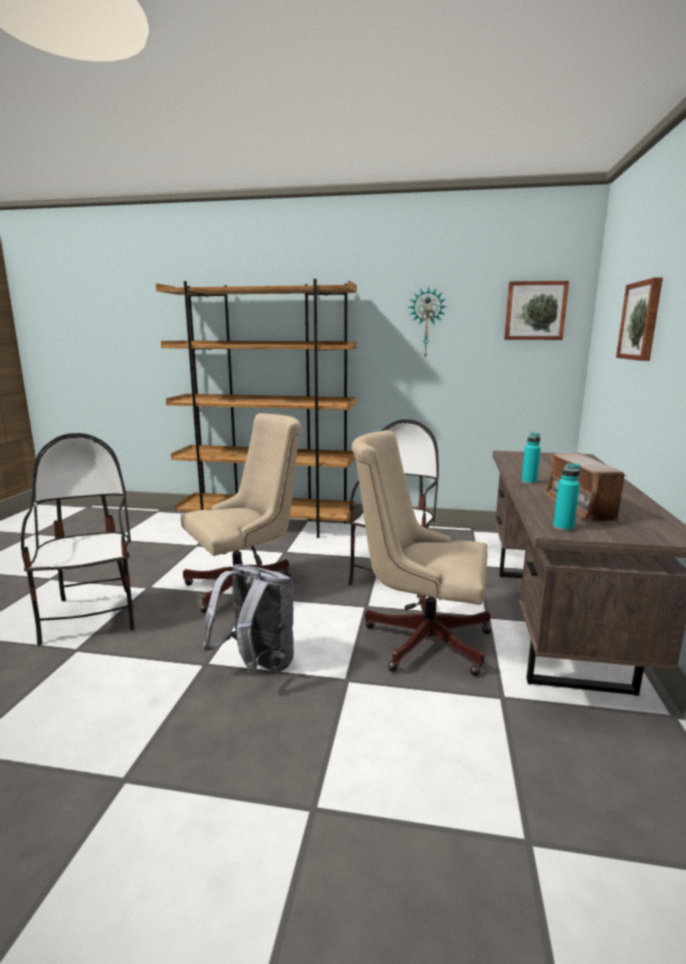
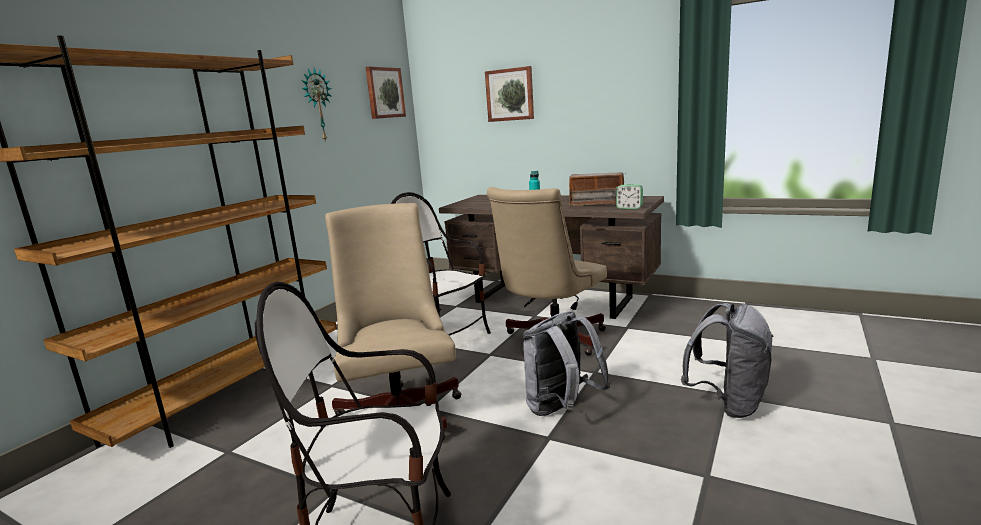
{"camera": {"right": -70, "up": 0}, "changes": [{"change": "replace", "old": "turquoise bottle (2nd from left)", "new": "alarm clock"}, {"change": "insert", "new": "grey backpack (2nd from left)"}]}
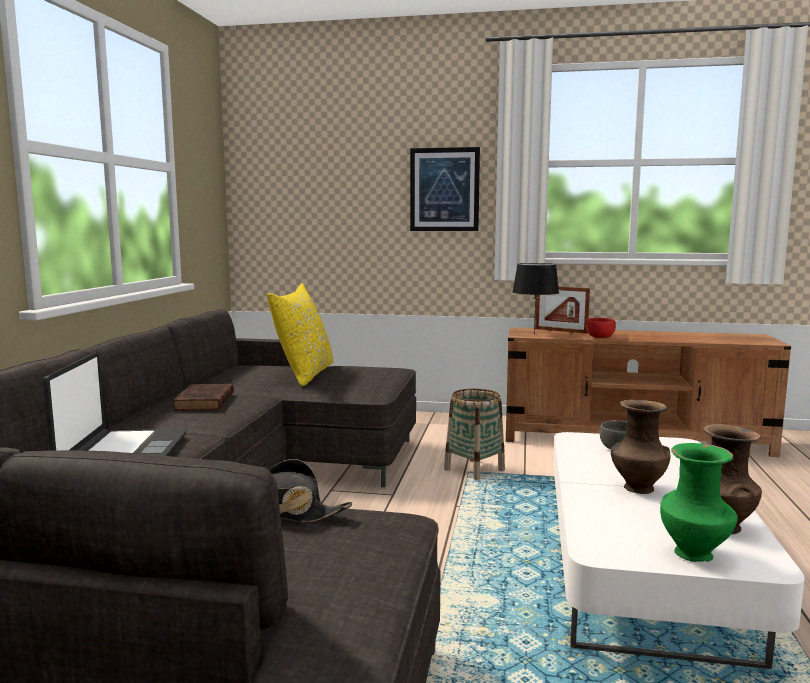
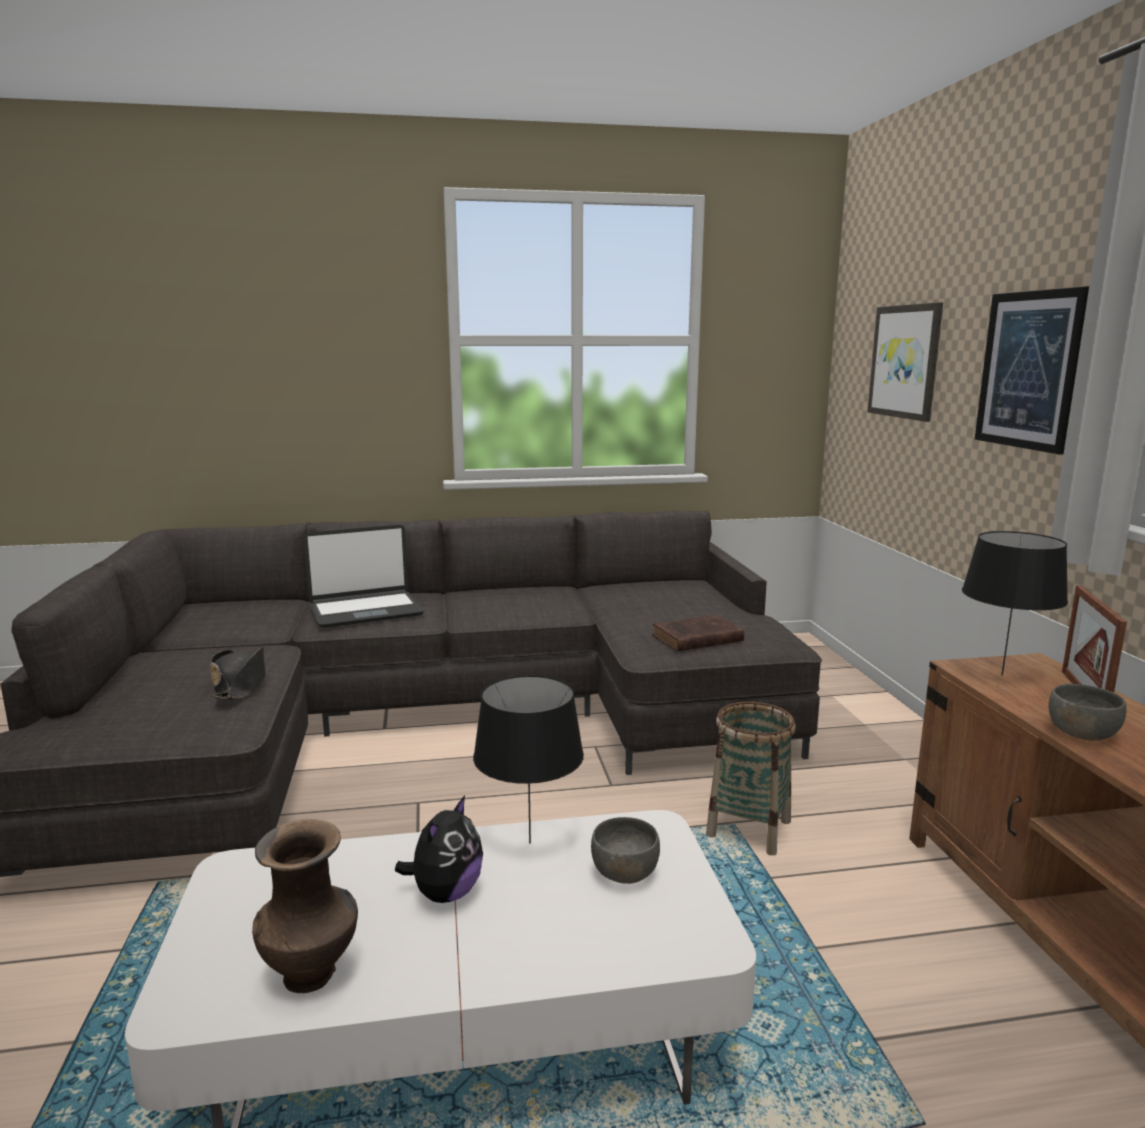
{"camera": {"right": 70, "up": 5}, "changes": [{"change": "move", "old": "brown book"}, {"change": "delete", "old": "yellow pillow"}, {"change": "recolor", "old": "red bowl", "new": "grey bowl (2nd from left)"}, {"change": "replace", "old": "brown vase (1st from left)", "new": "plush toy"}, {"change": "delete", "old": "green vase"}, {"change": "insert", "new": "black table lamp (1st from left)"}, {"change": "insert", "new": "picture (1st from left)"}]}
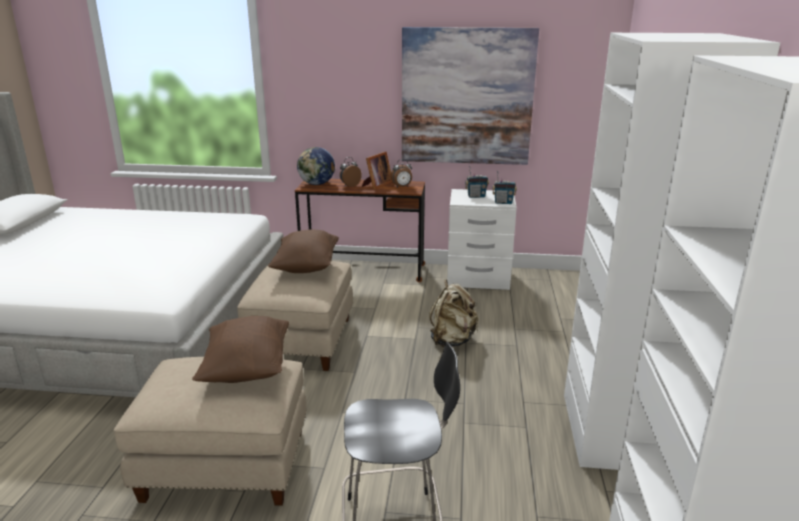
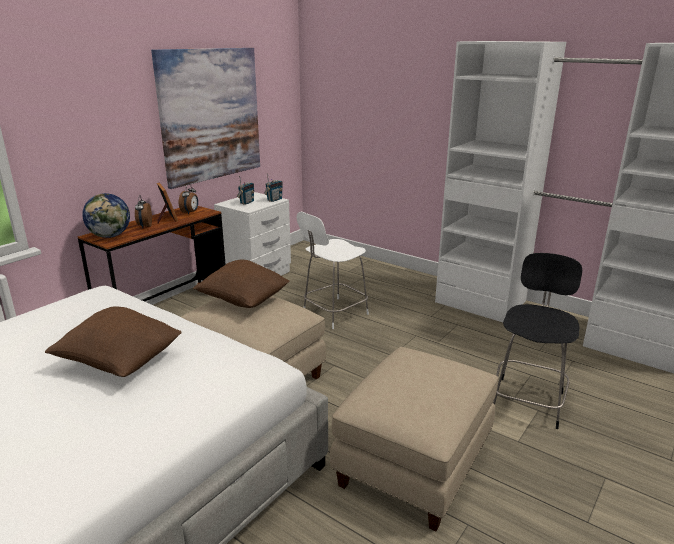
{"camera": {"right": -60, "up": 0}, "changes": [{"change": "move", "old": "brown pillow (1st from left)"}, {"change": "replace", "old": "beige backpack", "new": "white chair"}]}
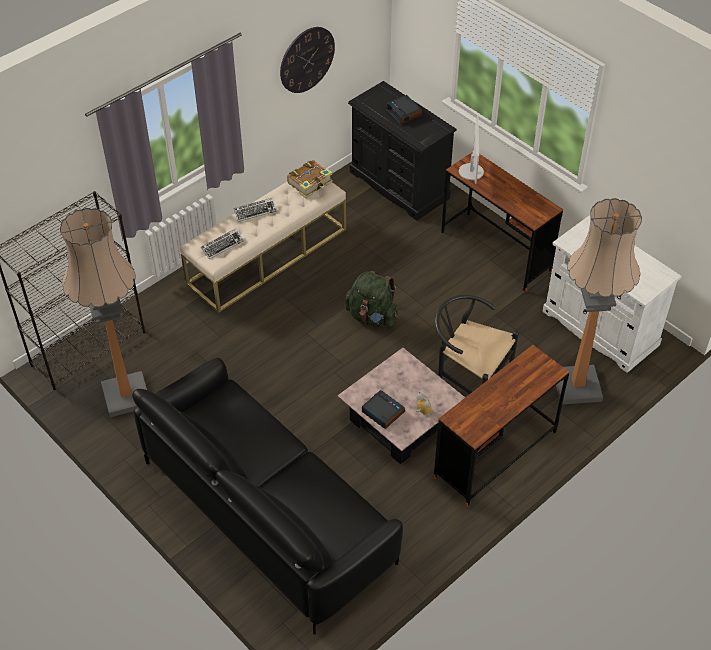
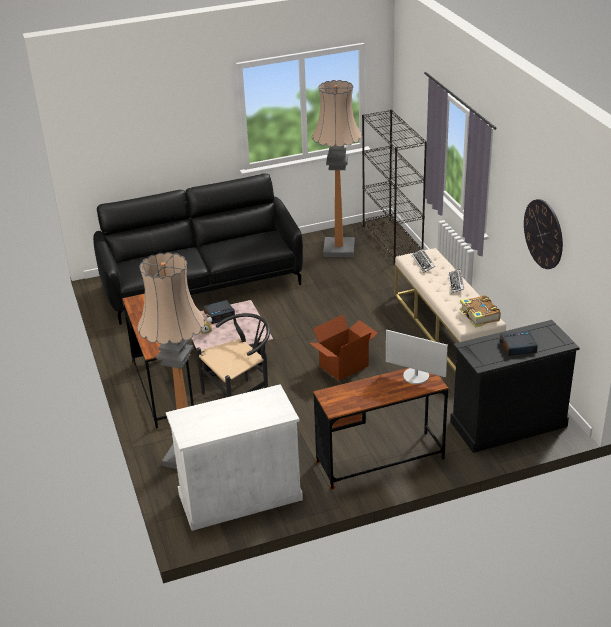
{"camera": {"right": 115, "up": -15}, "changes": [{"change": "replace", "old": "green backpack", "new": "cardboard box"}]}
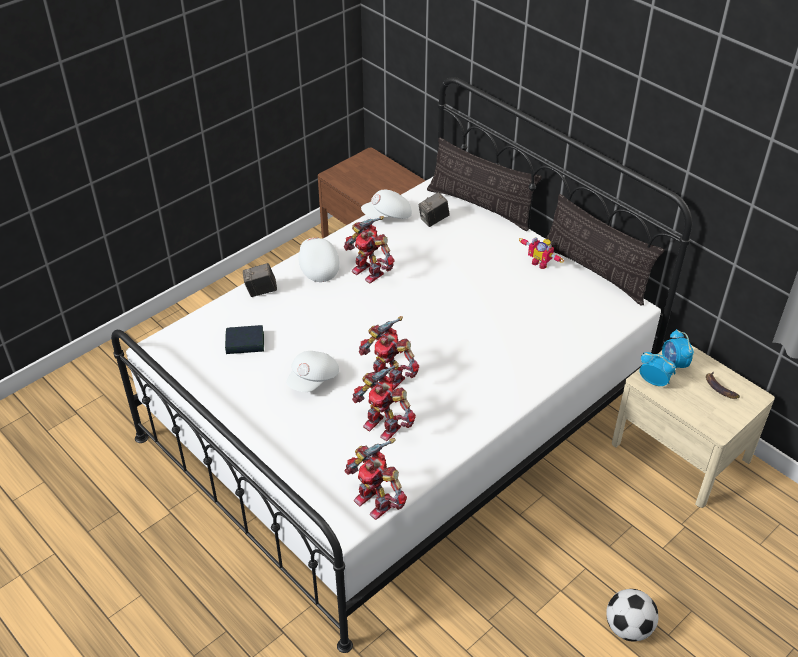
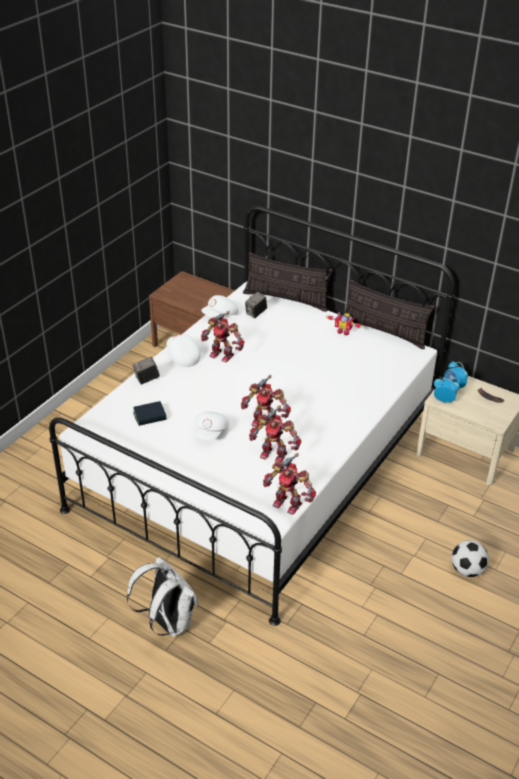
{"camera": {"right": -15, "up": -5}, "changes": [{"change": "insert", "new": "white backpack"}]}
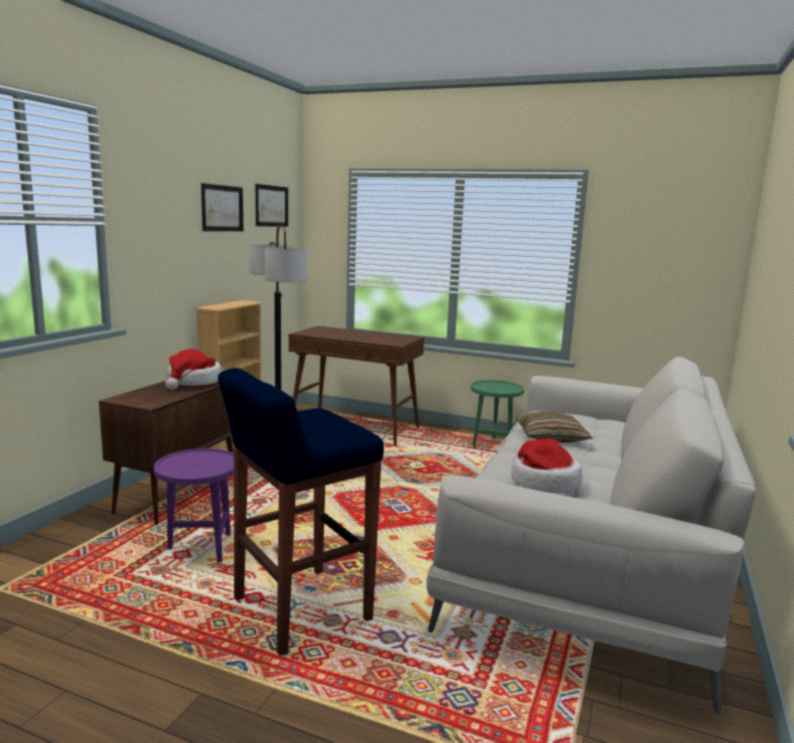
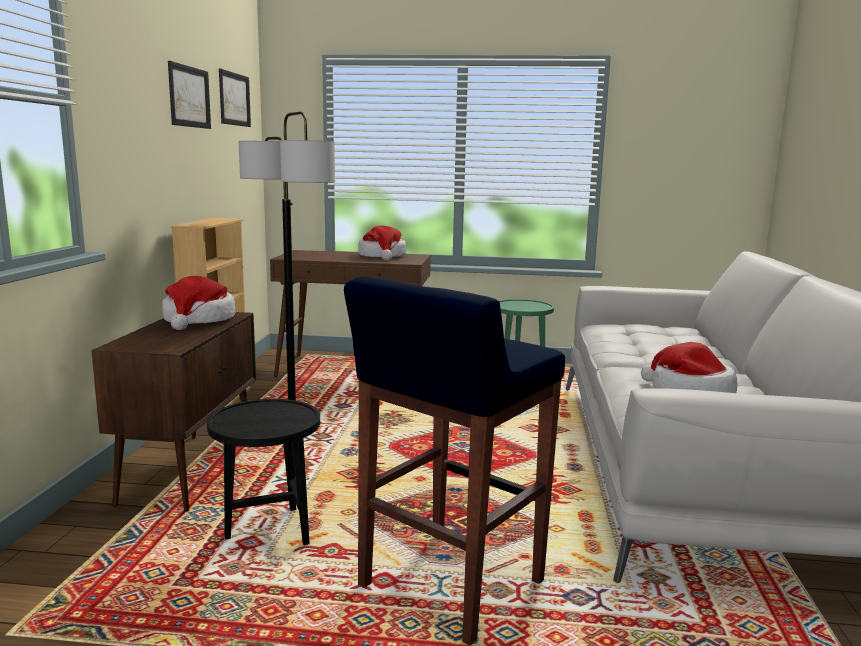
{"camera": {"right": -15, "up": 0}, "changes": [{"change": "recolor", "old": "purple side table", "new": "black side table"}, {"change": "delete", "old": "pillow"}, {"change": "insert", "new": "hat (2nd from left)"}]}
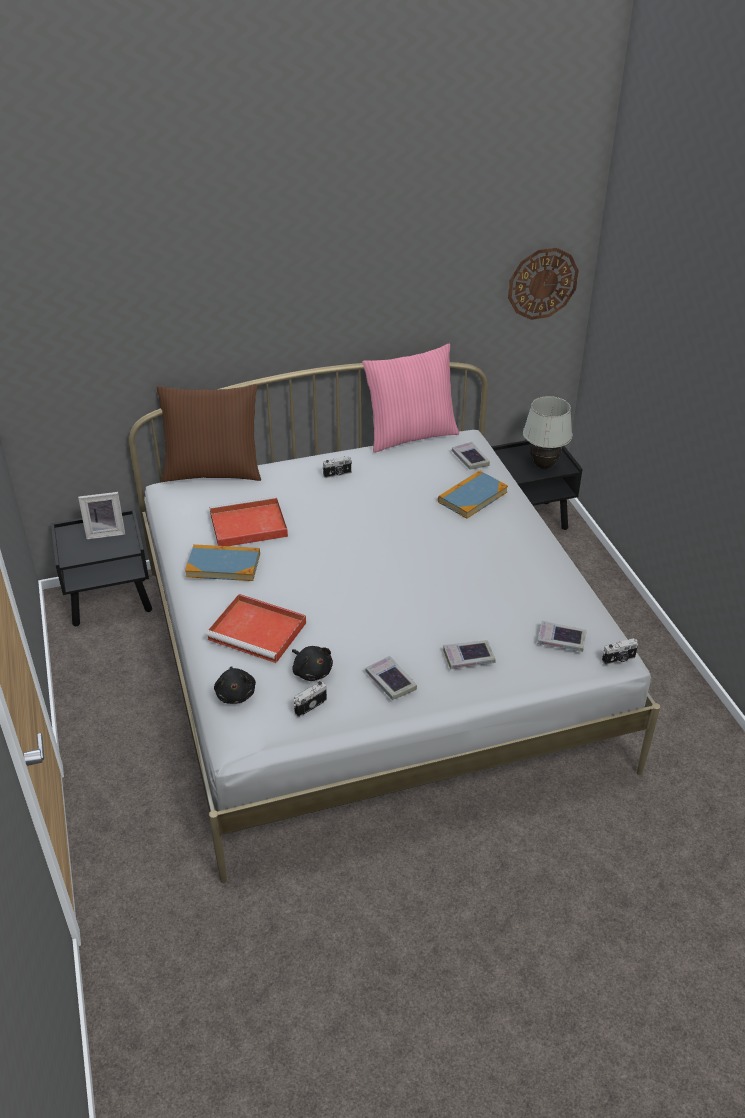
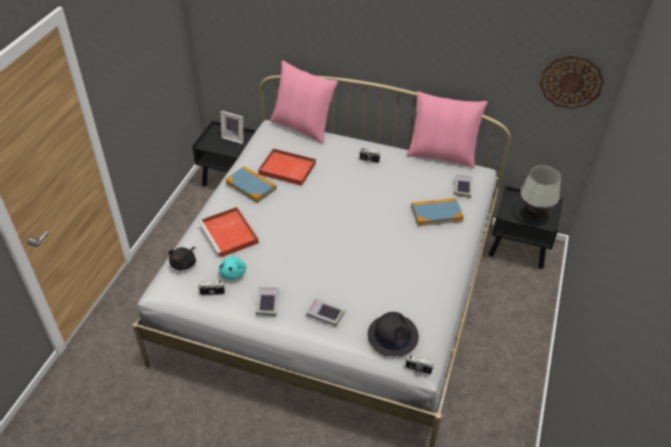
{"camera": {"right": 35, "up": 5}, "changes": [{"change": "recolor", "old": "brown pillow", "new": "pink pillow (1st from left)"}, {"change": "recolor", "old": "black plush toy (2nd from left)", "new": "turquoise plush toy"}, {"change": "replace", "old": "book (6th from left)", "new": "black hat"}]}
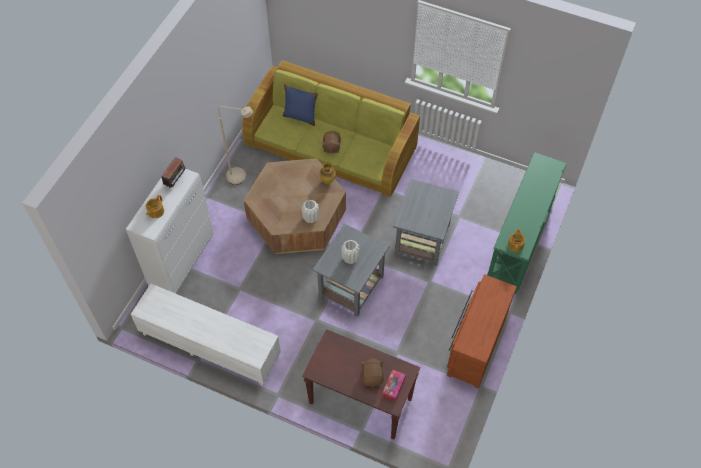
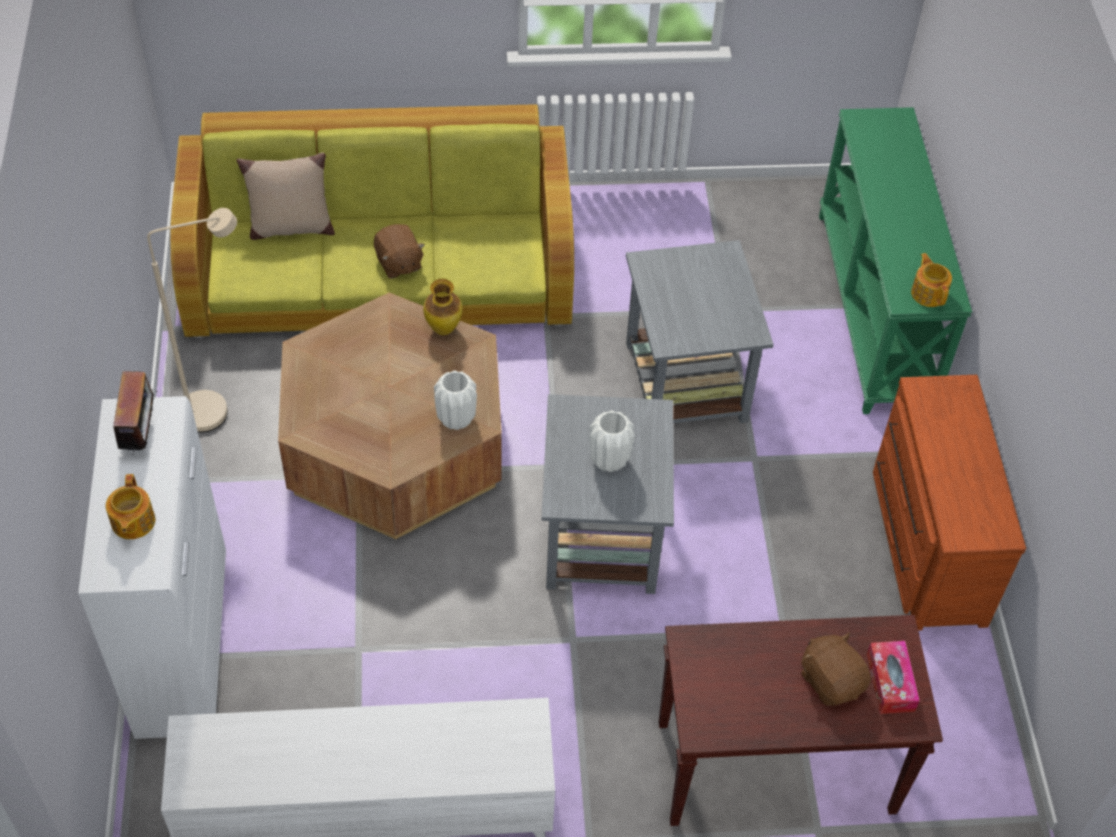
{"camera": {"right": -30, "up": -5}, "changes": [{"change": "recolor", "old": "blue pillow", "new": "beige pillow"}]}
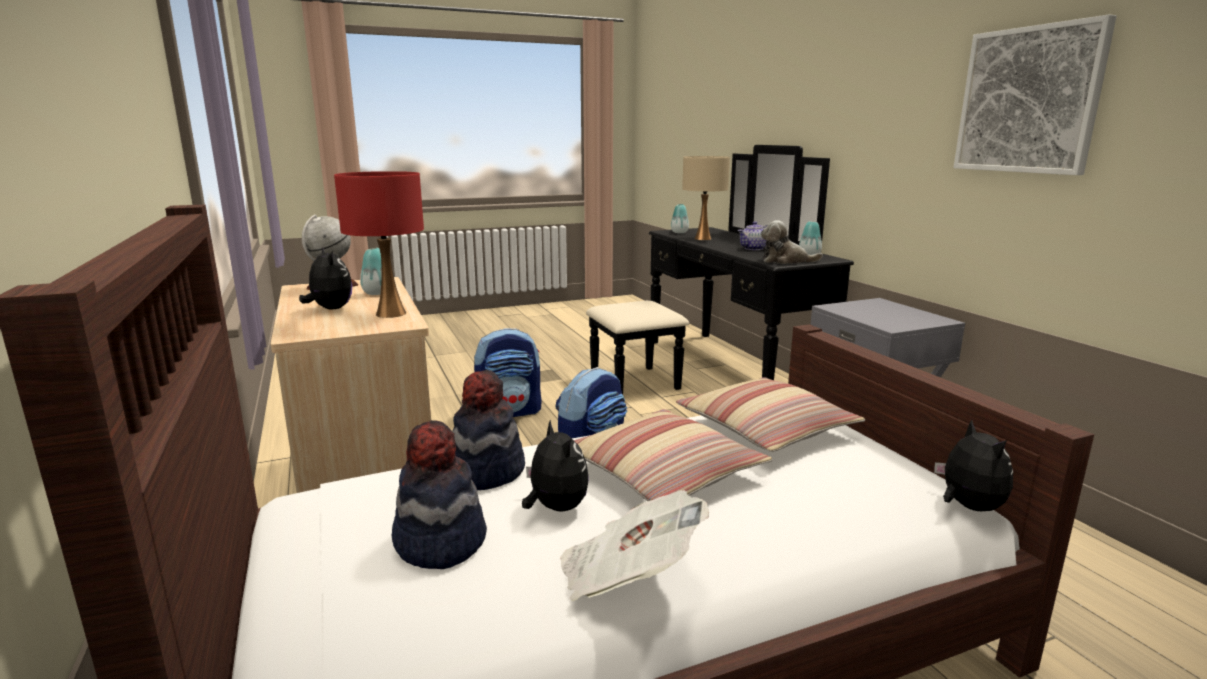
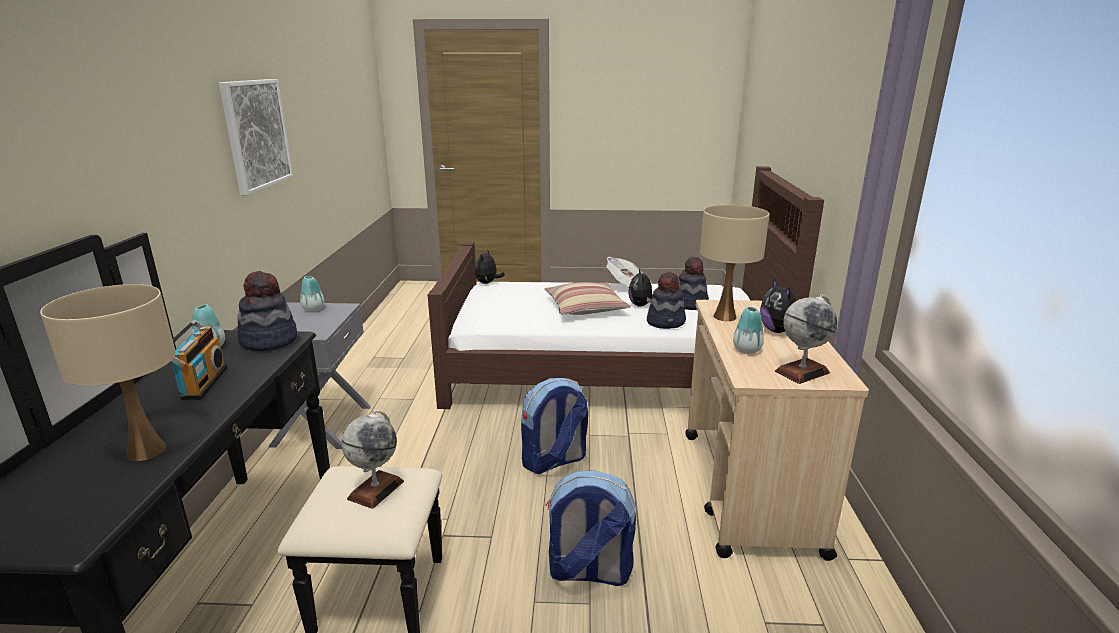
{"camera": {"right": -155, "up": 5}, "changes": [{"change": "recolor", "old": "red table lamp", "new": "beige table lamp (2nd from left)"}, {"change": "move", "old": "vase (2nd from left)"}, {"change": "delete", "old": "pillow (2nd from left)"}, {"change": "replace", "old": "teapot", "new": "radio"}, {"change": "replace", "old": "plush toy (3rd from left)", "new": "hat (1st from left)"}, {"change": "insert", "new": "globe (1st from left)"}]}
